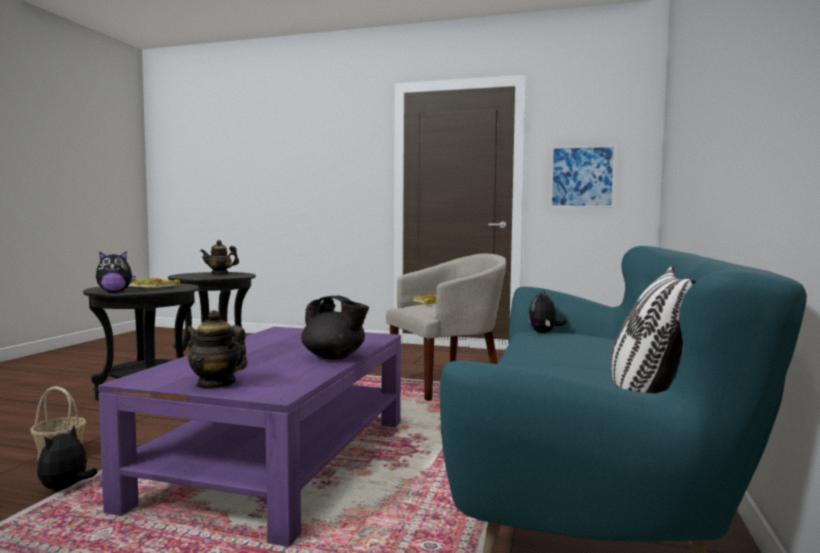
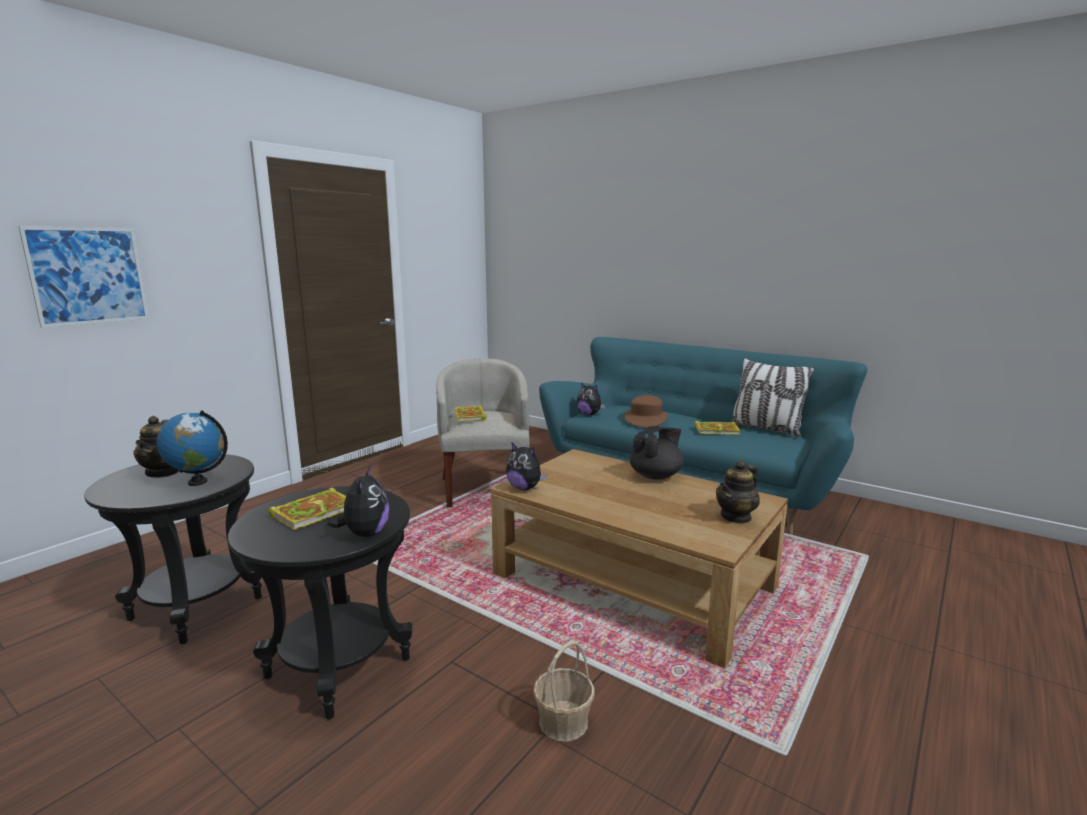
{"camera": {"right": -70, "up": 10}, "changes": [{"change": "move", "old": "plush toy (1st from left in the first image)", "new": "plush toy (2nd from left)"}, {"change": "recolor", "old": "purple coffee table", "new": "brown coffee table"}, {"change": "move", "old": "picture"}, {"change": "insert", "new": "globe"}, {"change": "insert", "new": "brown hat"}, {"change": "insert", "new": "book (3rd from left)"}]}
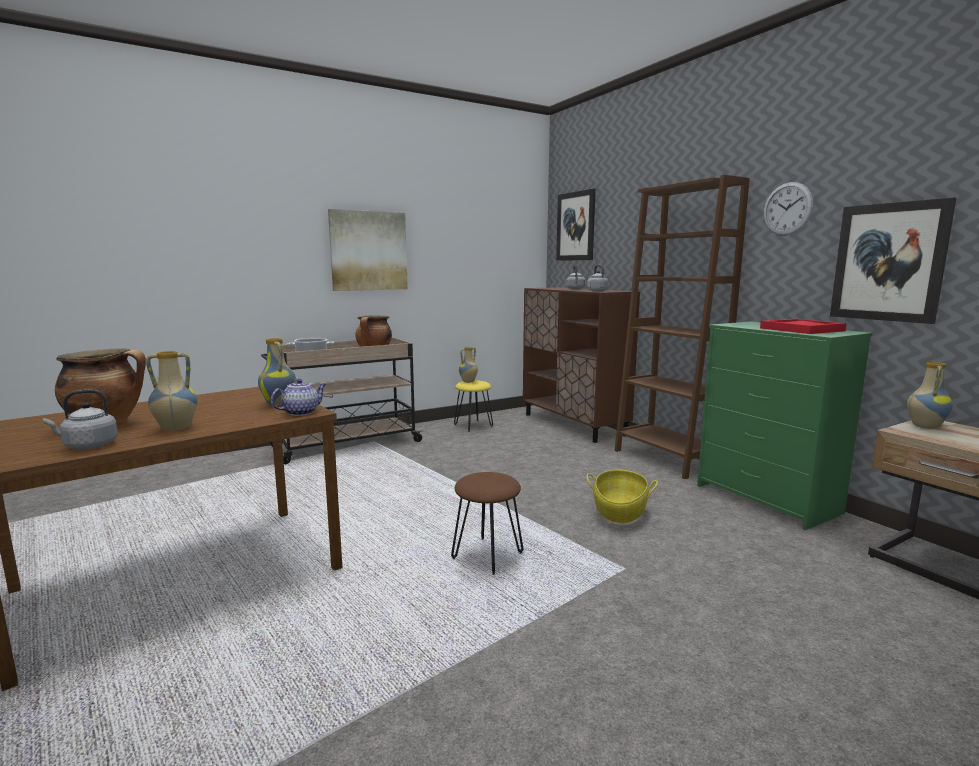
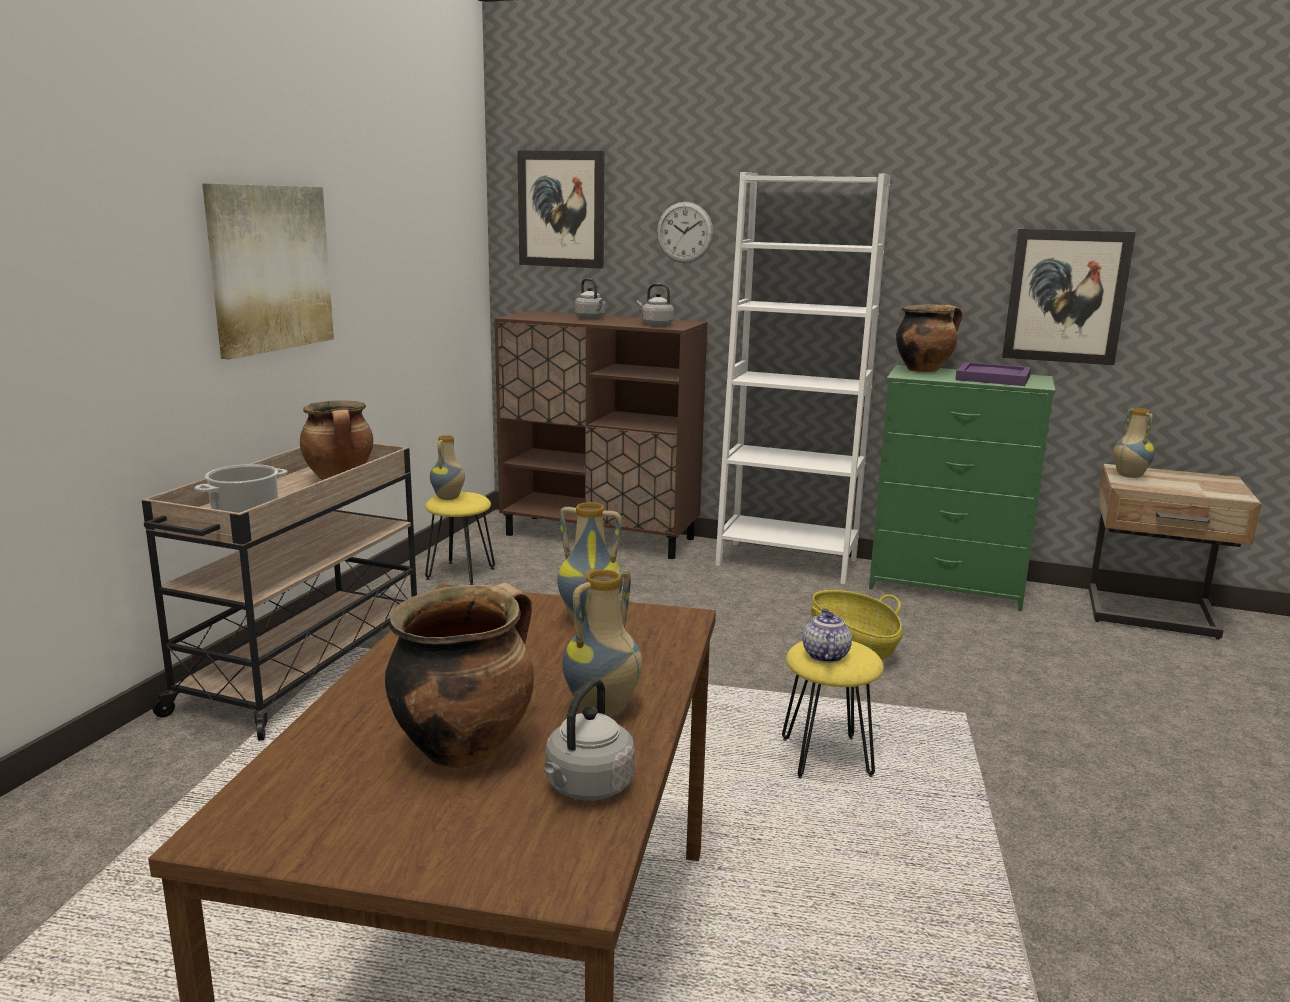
{"camera": {"right": -40, "up": 5}, "changes": [{"change": "move", "old": "teapot"}, {"change": "recolor", "old": "brown stool", "new": "yellow stool (2nd from left)"}, {"change": "recolor", "old": "brown bookcase", "new": "white bookcase"}, {"change": "recolor", "old": "red tray", "new": "purple tray"}, {"change": "move", "old": "wall clock"}, {"change": "insert", "new": "cooking pot (4th from left)"}]}
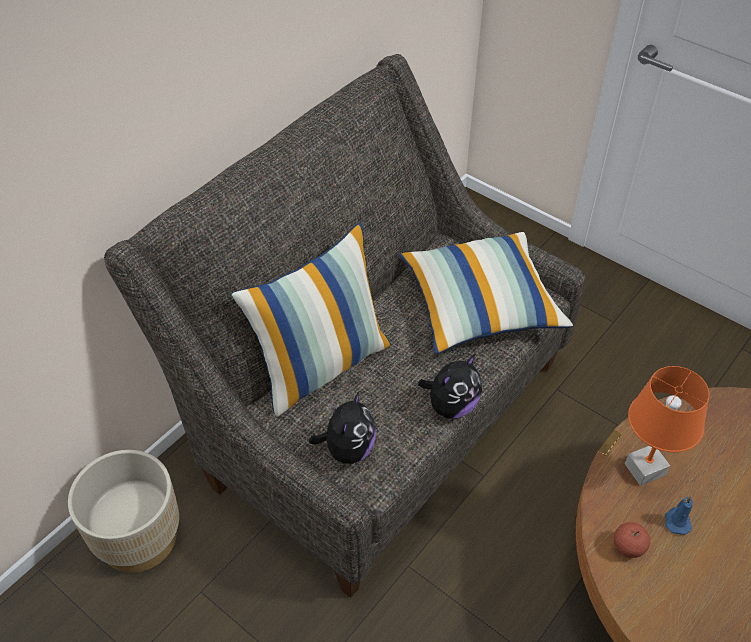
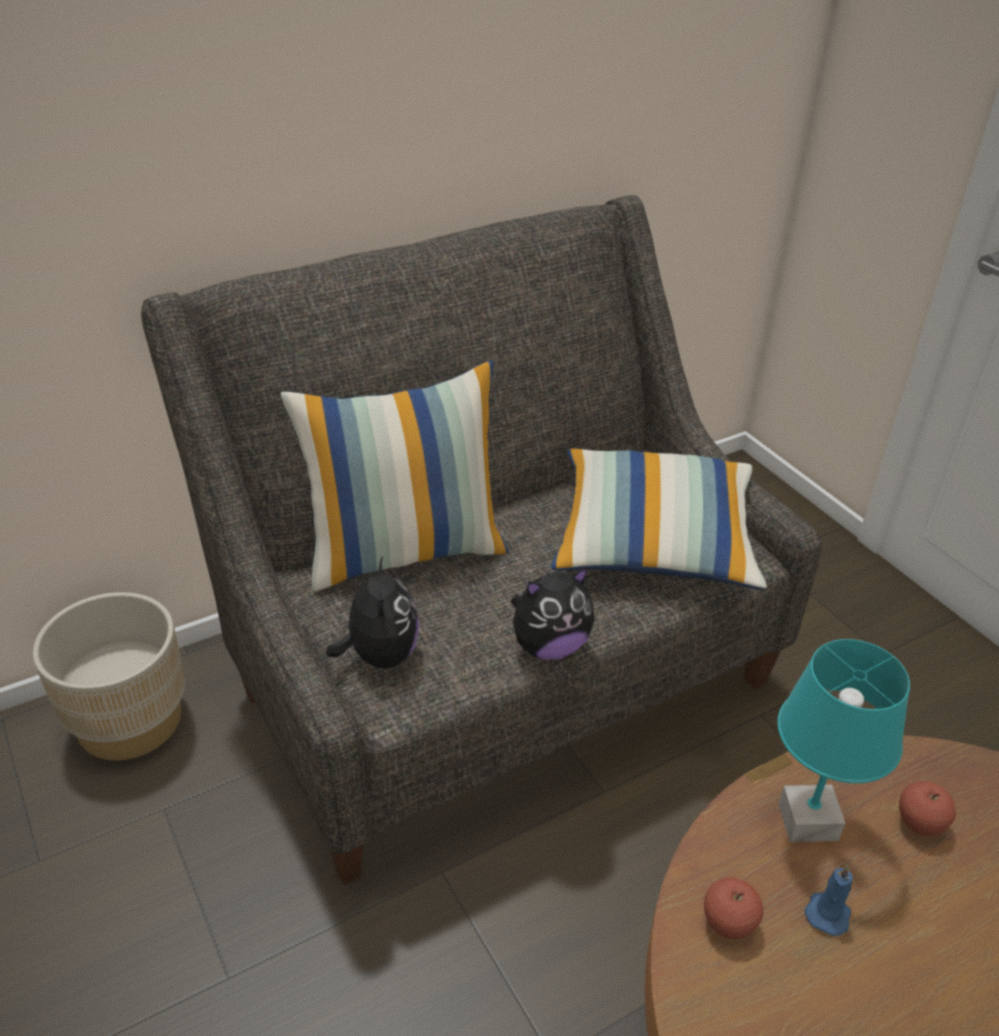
{"camera": {"right": 20, "up": -10}, "changes": [{"change": "rotate", "old": "plush toy (1st from left)", "degrees": -45}, {"change": "recolor", "old": "orange table lamp", "new": "turquoise table lamp"}, {"change": "insert", "new": "apple (2nd from left)"}]}
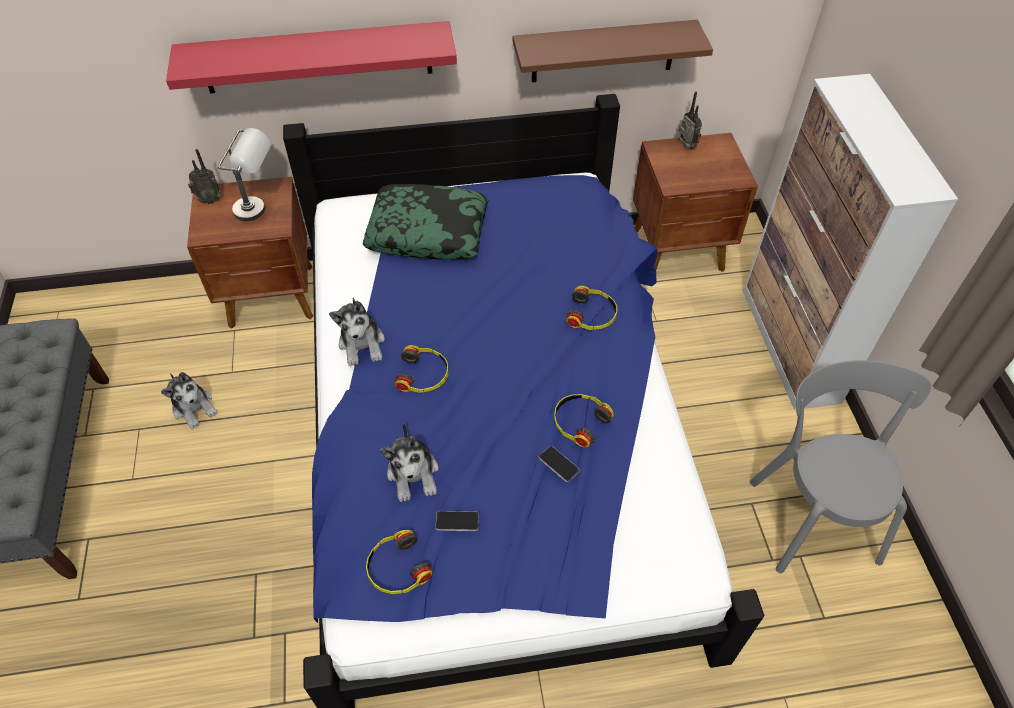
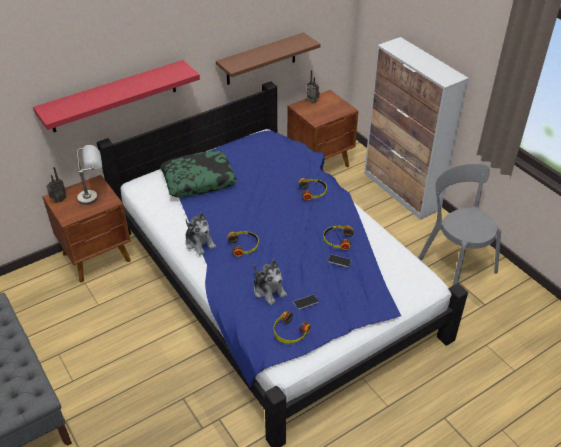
{"camera": {"right": -25, "up": -10}, "changes": [{"change": "delete", "old": "plush toy (1st from left)"}]}
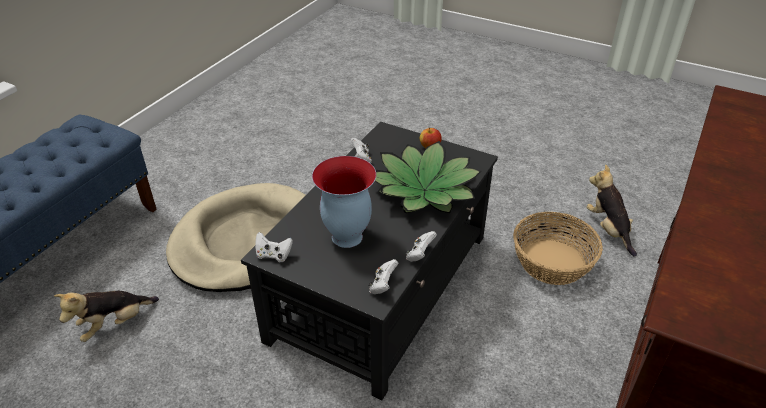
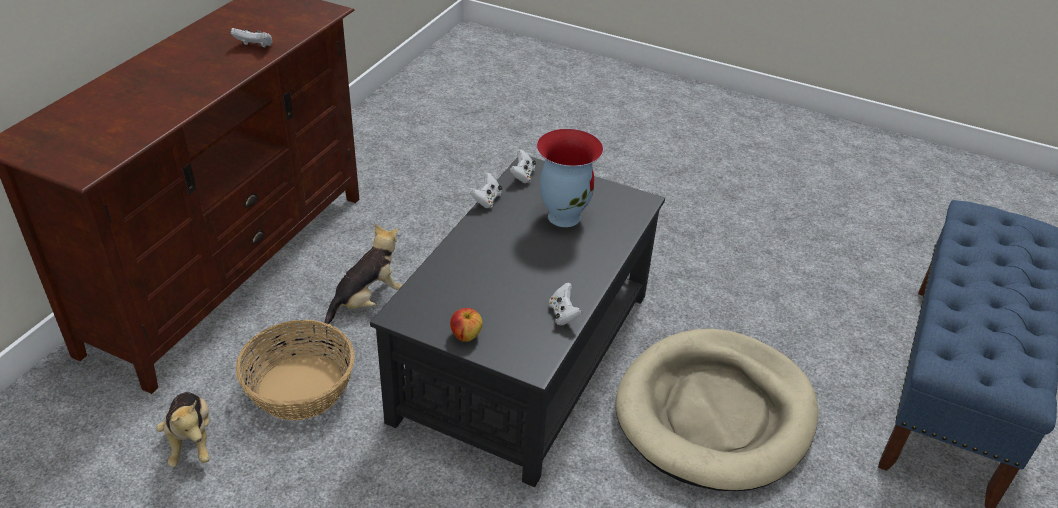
{"camera": {"right": 175, "up": 0}, "changes": [{"change": "move", "old": "plush toy (1st from left in the first image)", "new": "plush toy (2nd from left)"}, {"change": "move", "old": "white game controller (1st from left)"}, {"change": "delete", "old": "potted plant"}]}
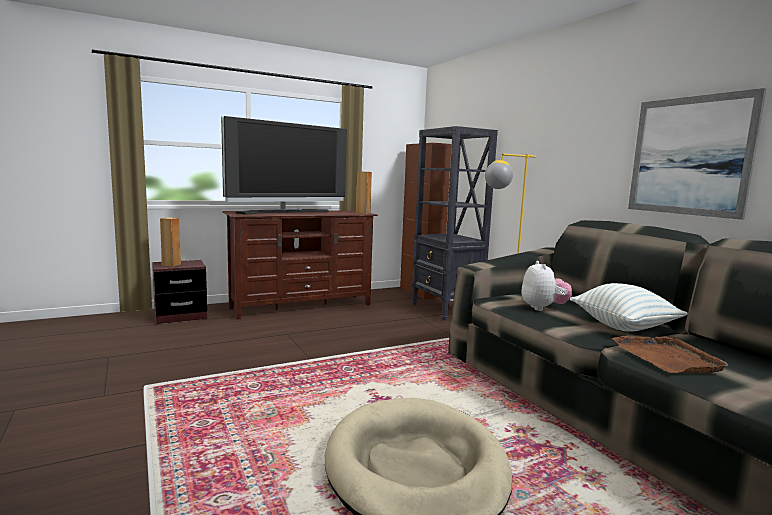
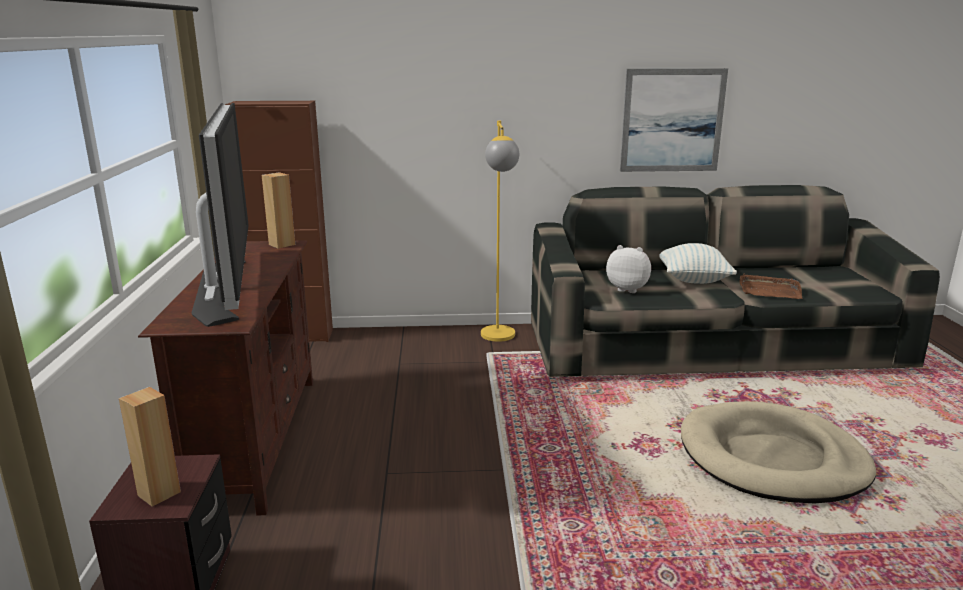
{"camera": {"right": -65, "up": 10}, "changes": [{"change": "delete", "old": "black bookcase"}]}
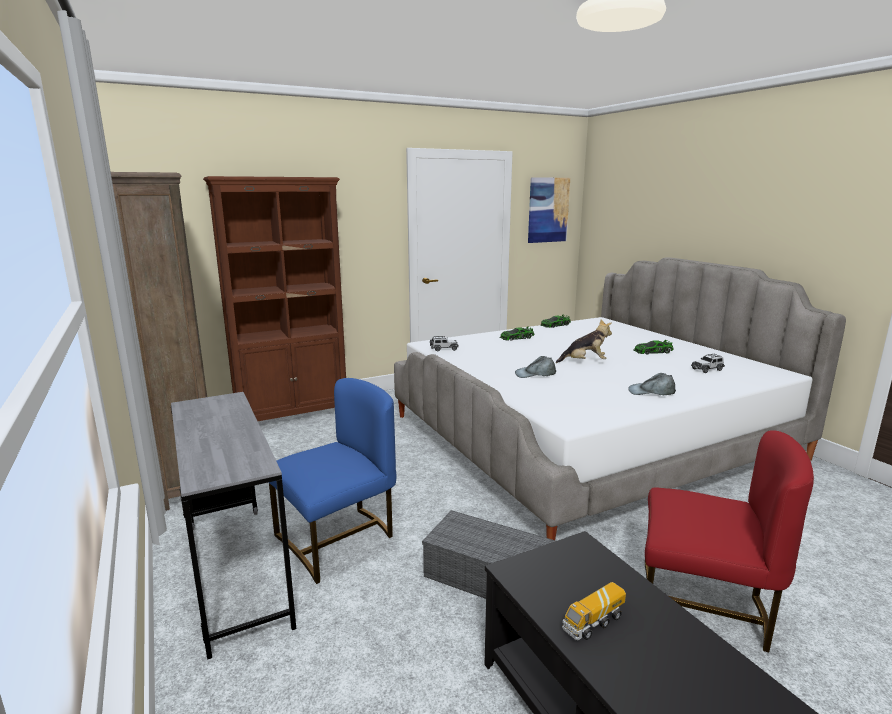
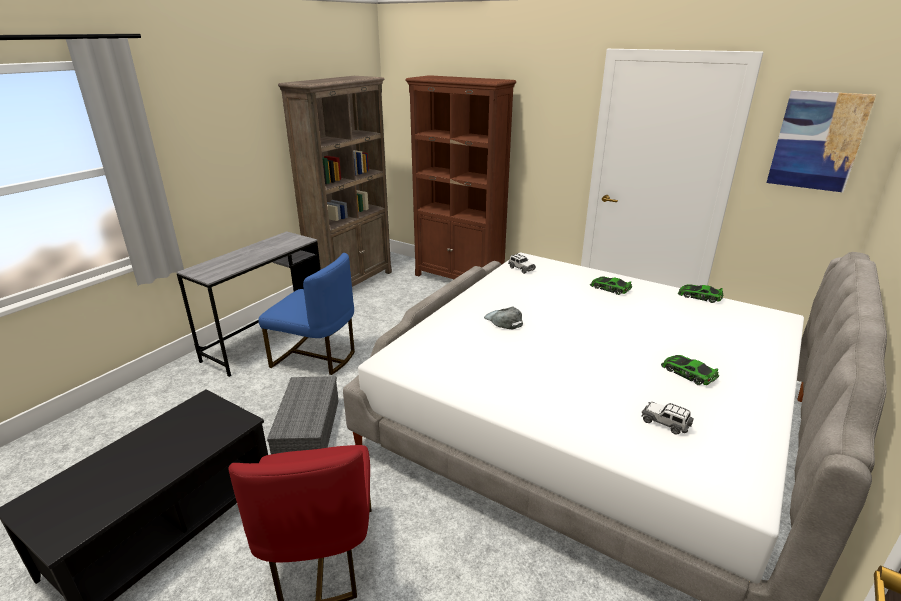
{"camera": {"right": 60, "up": 10}, "changes": [{"change": "delete", "old": "plush toy"}, {"change": "delete", "old": "toy truck"}, {"change": "delete", "old": "grey cap (2nd from left)"}]}
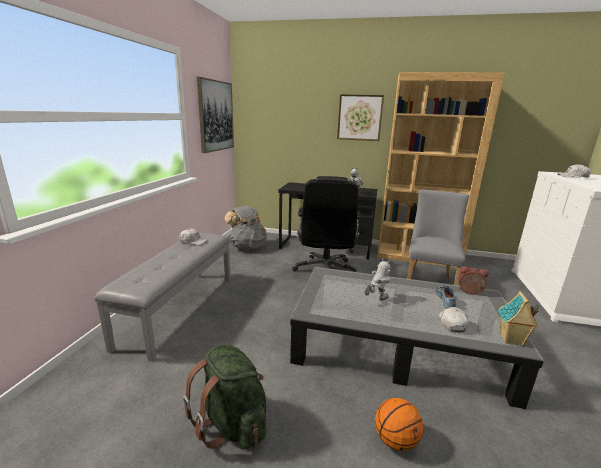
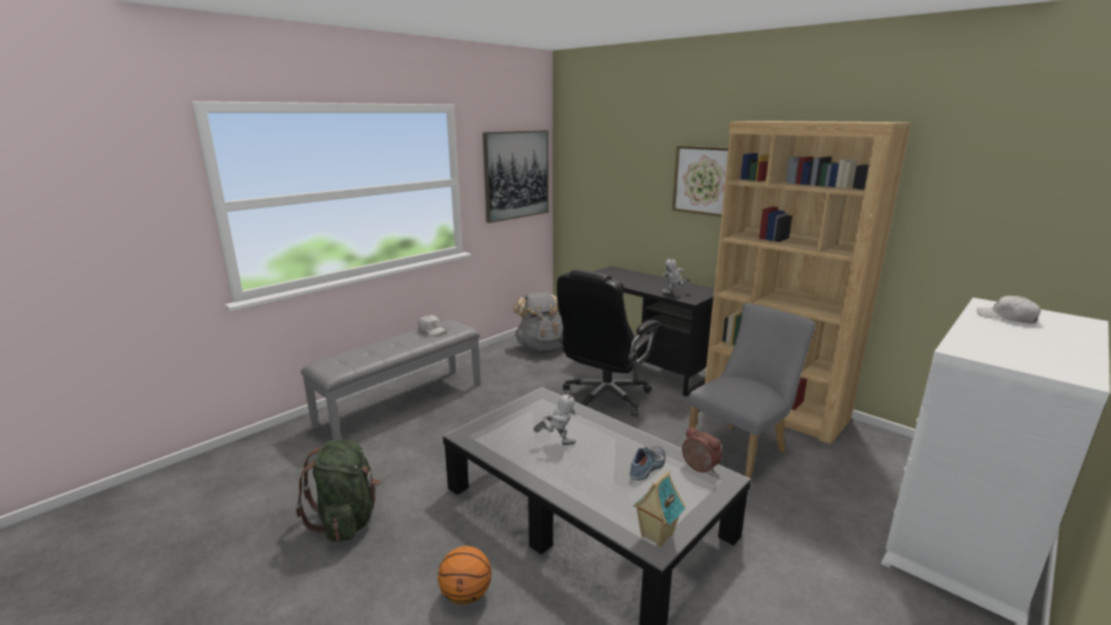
{"camera": {"right": 30, "up": 0}, "changes": [{"change": "delete", "old": "white cap (2nd from left)"}]}
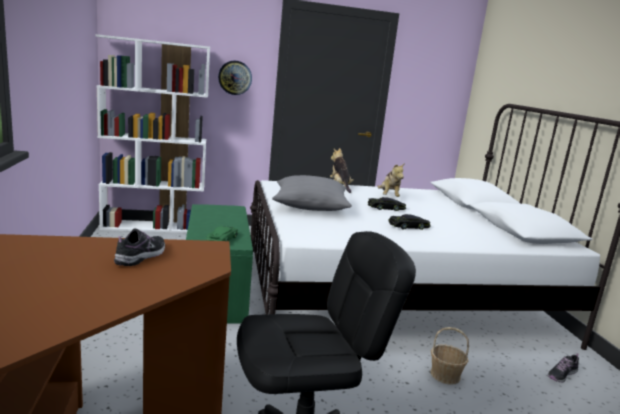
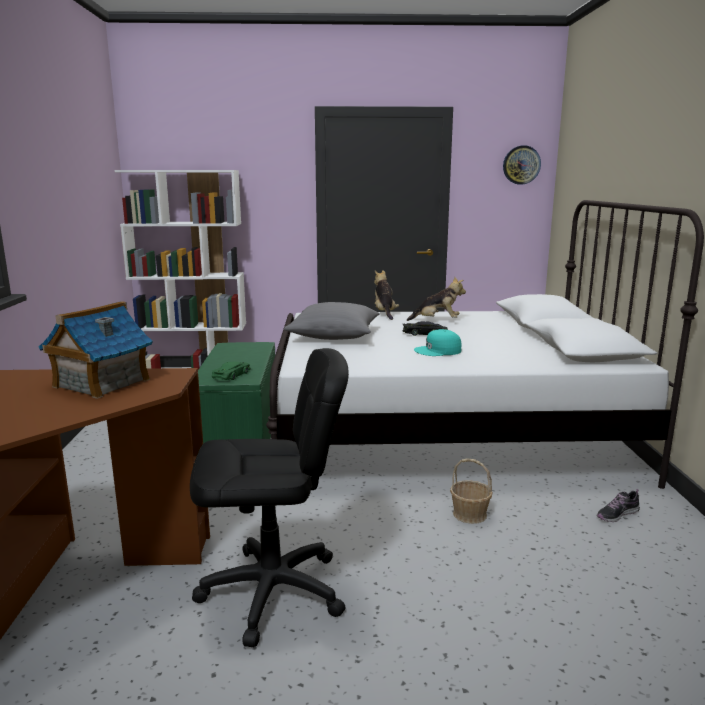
{"camera": {"right": 10, "up": 0}, "changes": [{"change": "replace", "old": "shoe (1st from left)", "new": "toy house"}, {"change": "move", "old": "wall clock"}, {"change": "rotate", "old": "plush toy (2nd from left)", "degrees": -90}, {"change": "replace", "old": "black toy car (2nd from left)", "new": "turquoise cap"}]}
